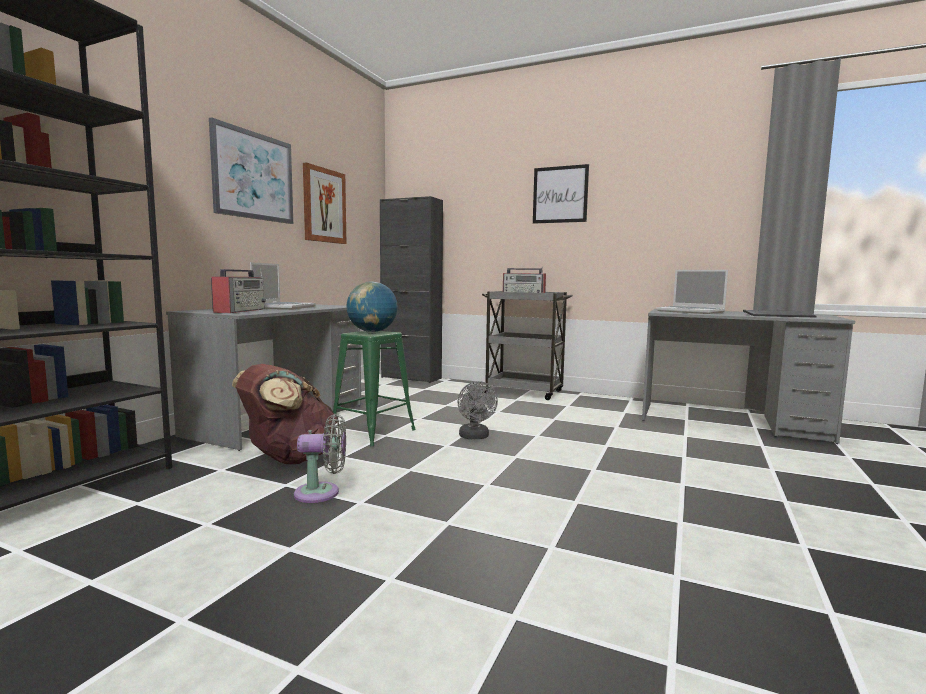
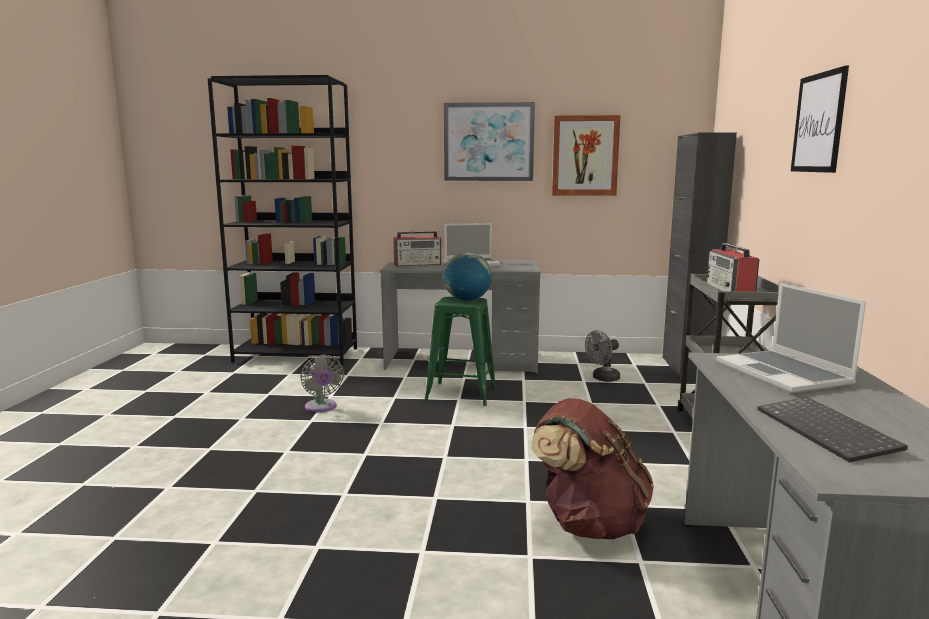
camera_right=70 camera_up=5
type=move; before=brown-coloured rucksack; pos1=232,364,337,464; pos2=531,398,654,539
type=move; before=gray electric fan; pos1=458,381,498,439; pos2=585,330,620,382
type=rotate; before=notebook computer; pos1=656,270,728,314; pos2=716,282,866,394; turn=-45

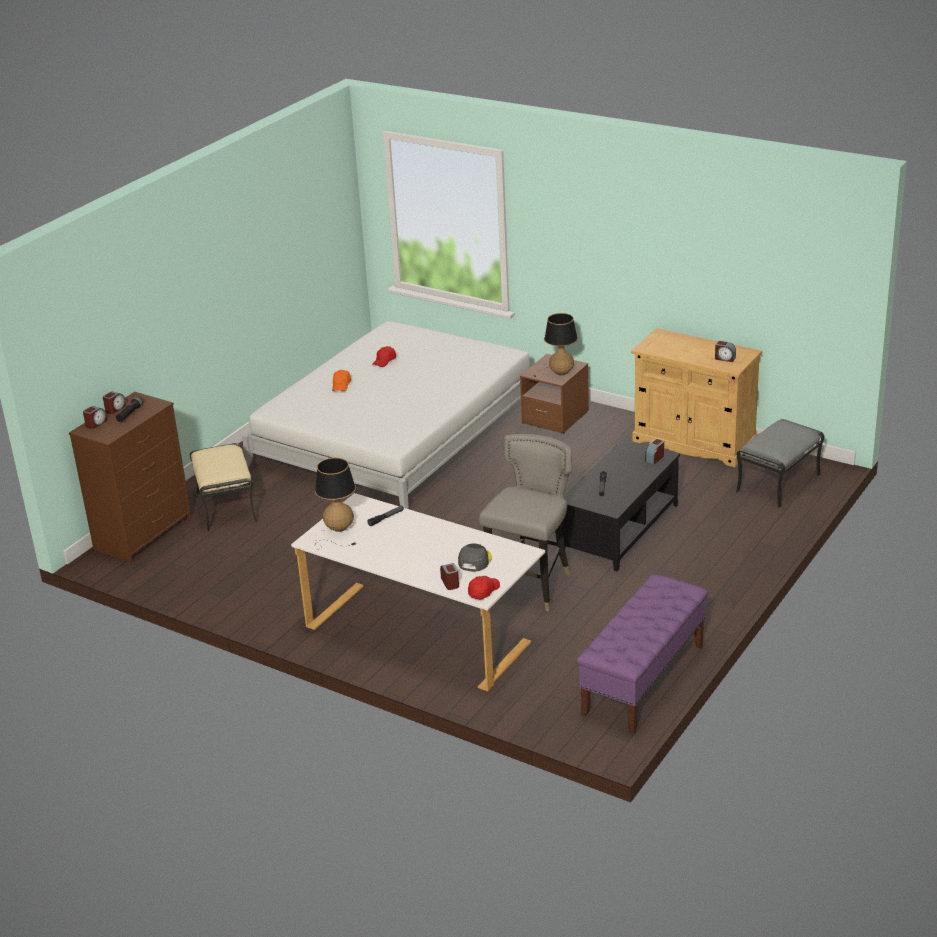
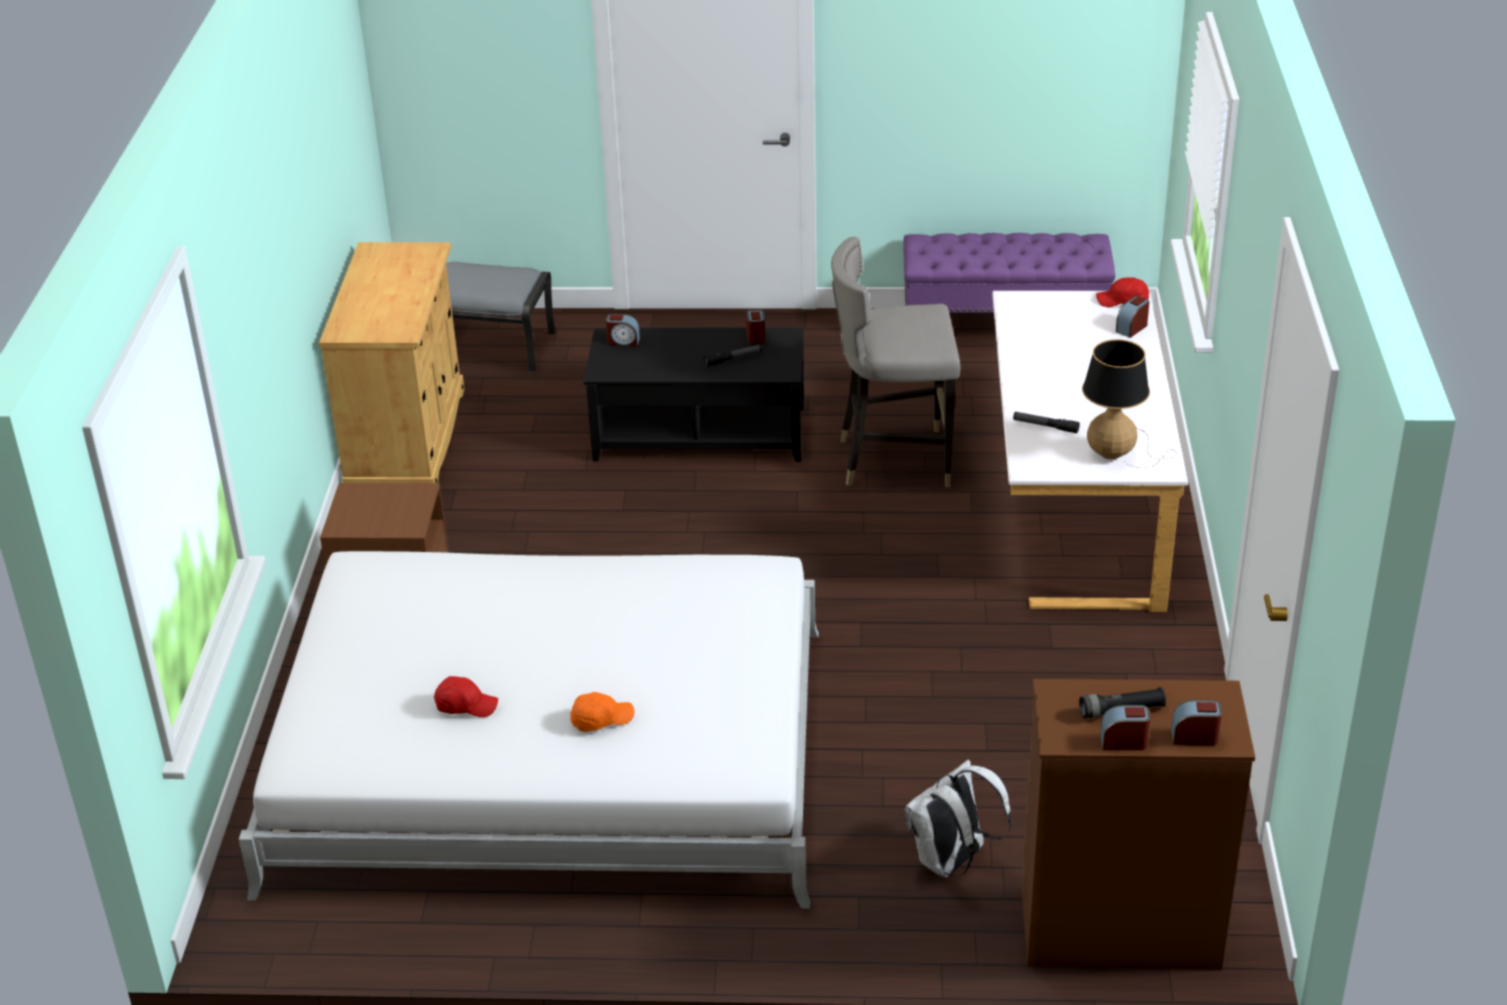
camera_right=-120 camera_up=5
type=replace; before=beige ottoman; after=whitish rucksack; pos1=190,443,257,532; pos2=905,760,1012,877
type=delete; before=gray baseball cap; pos1=458,543,492,572
type=delete; before=lamp for a table; pos1=534,313,578,377
type=move; before=table clock; pos1=715,341,736,362; pos2=746,310,766,345

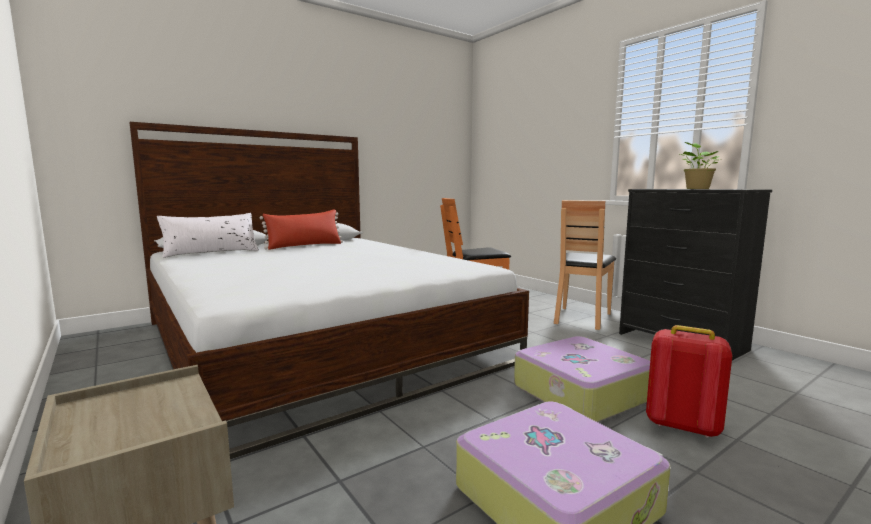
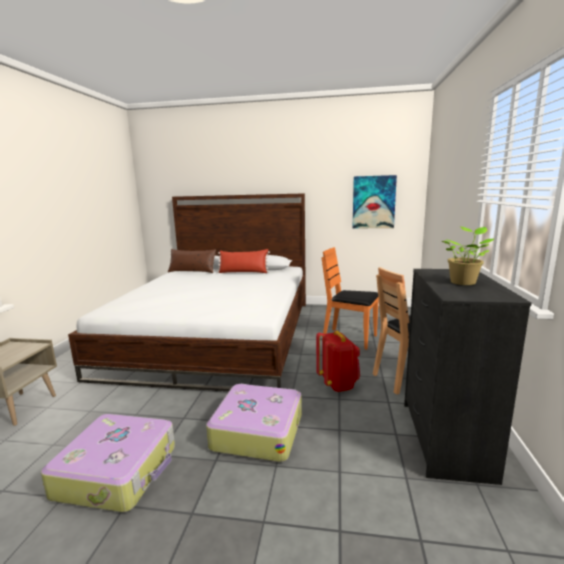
camera_right=45 camera_up=5
type=recolor; before=whitish throw pillow; after=brown-coloured throw pillow; pos1=157,213,259,258; pos2=168,249,216,273
type=move; before=reddish rucksack; pos1=646,325,732,438; pos2=316,331,360,392
type=insert; after=wall art; pos2=352,175,397,229

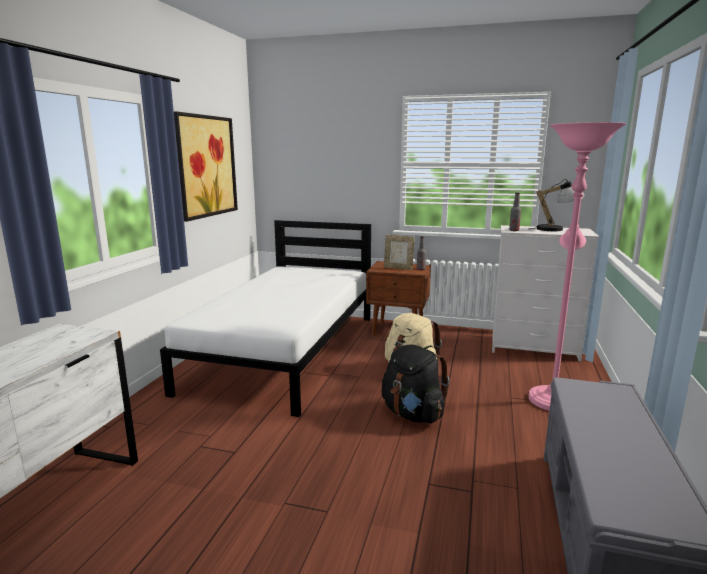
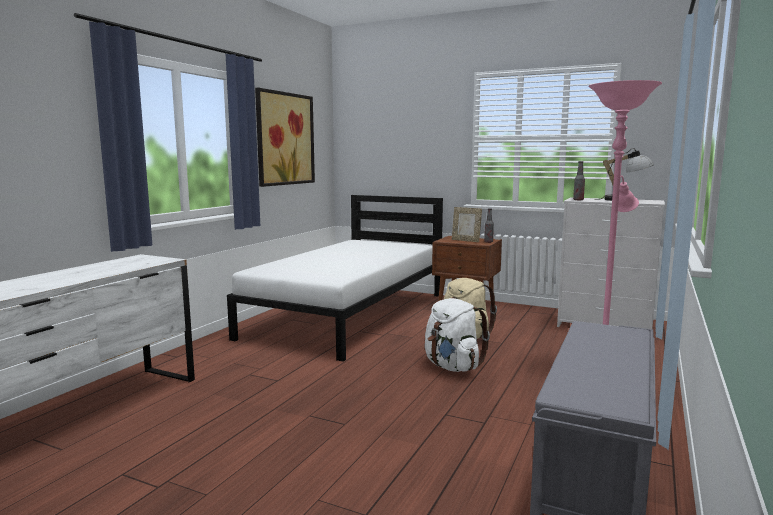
camera_right=10 camera_up=-5
type=recolor; before=black-coloured rucksack; after=whitish rucksack; pos1=381,344,450,423; pos2=425,298,490,372

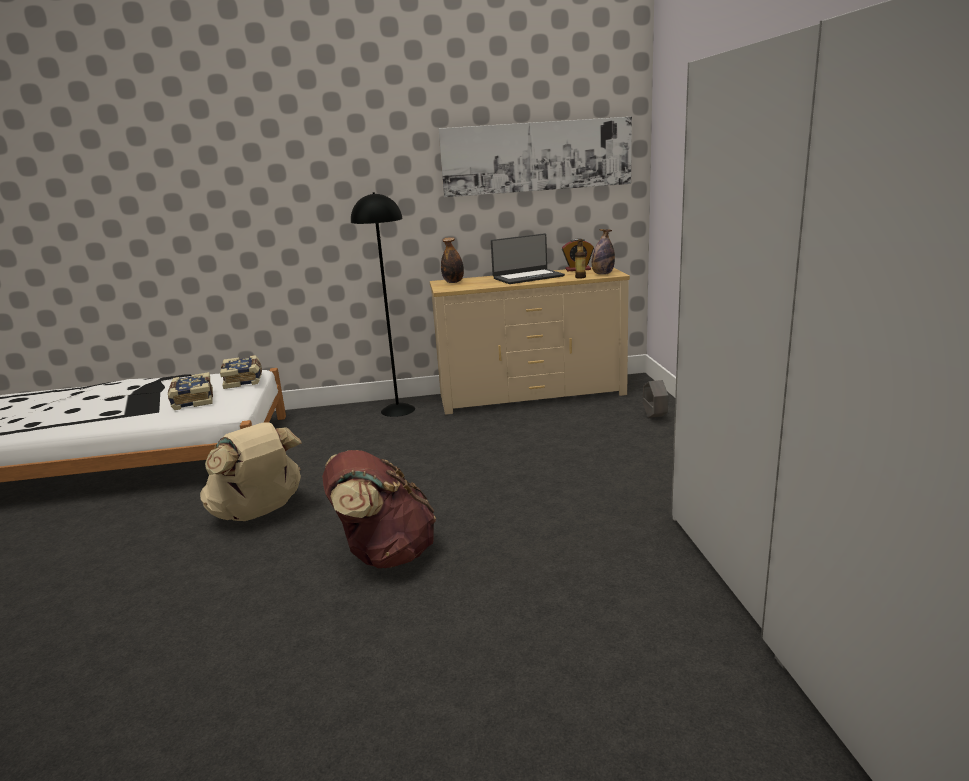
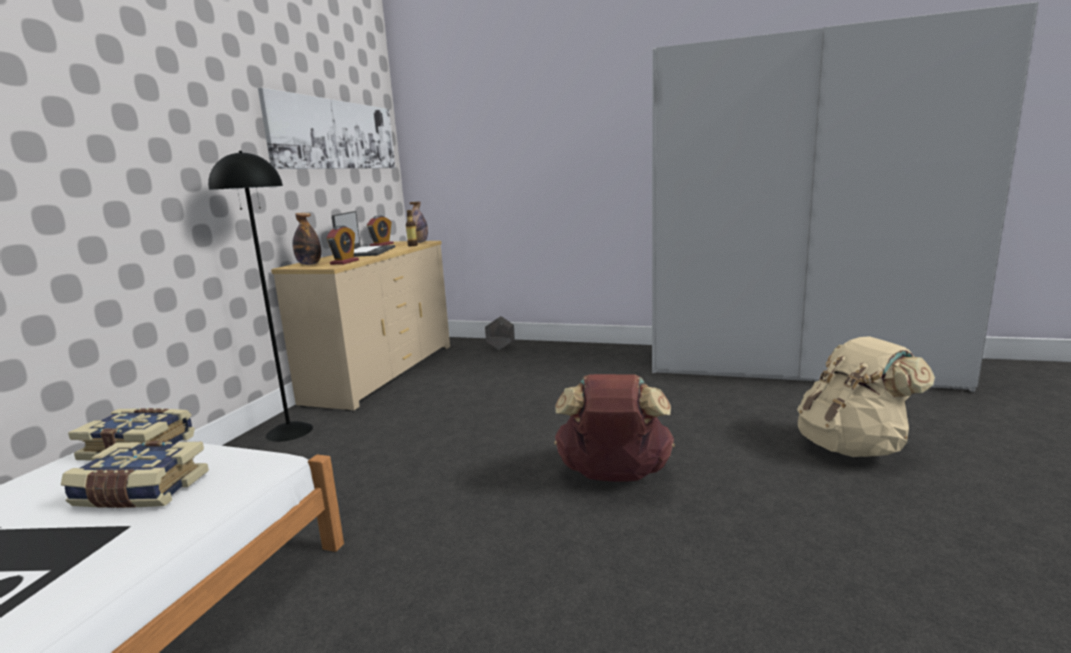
camera_right=-65 camera_up=-5
type=move; before=beige rucksack; pos1=200,422,302,521; pos2=797,336,935,457
type=insert; after=table clock; pos2=327,226,359,265

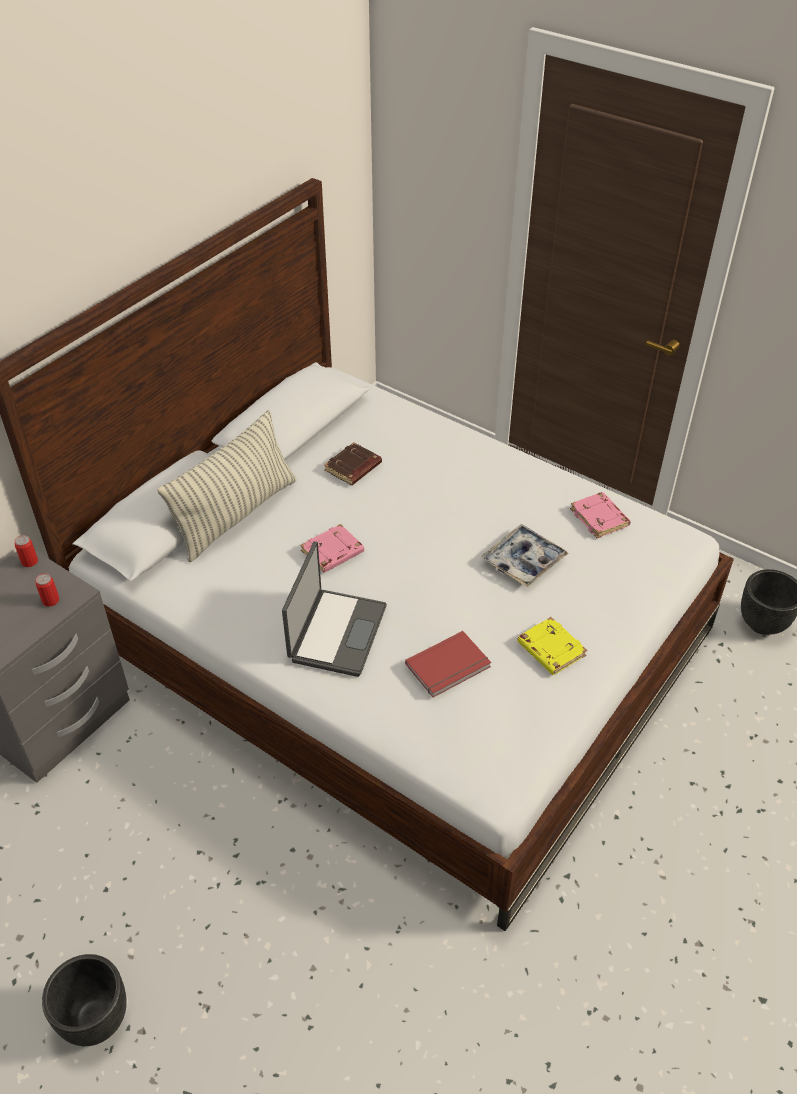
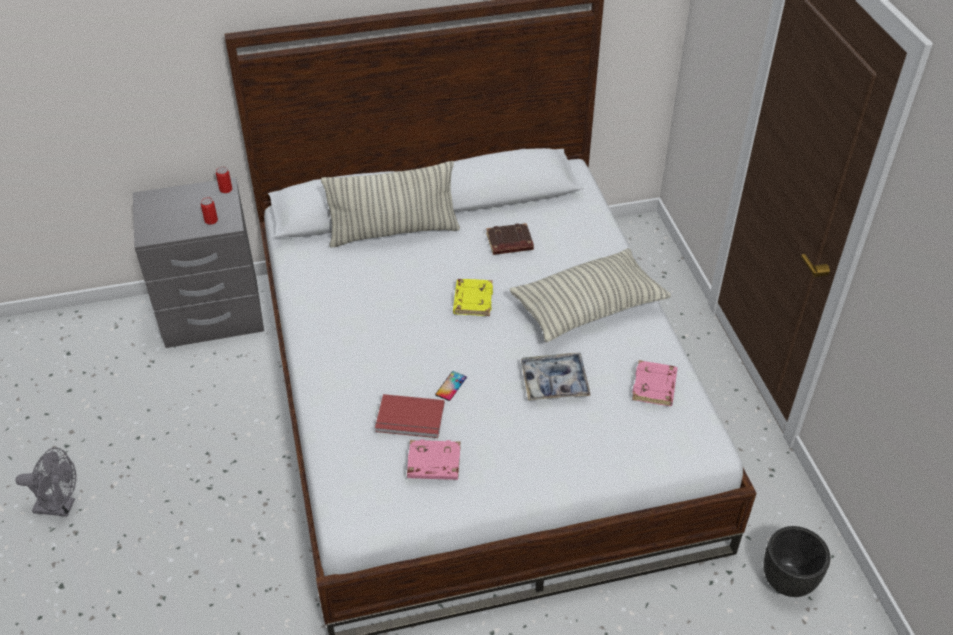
camera_right=40 camera_up=0
type=replace; before=black-coloured planter; after=gray electric fan; pos1=42,954,126,1046; pos2=15,447,76,517
type=delete; before=notebook computer; pos1=282,541,387,677
type=move; before=pinkish volume; pos1=300,524,364,573; pos2=407,439,461,480
type=move; before=yellowish volume; pos1=517,617,587,675; pos2=453,279,493,316
type=insert; after=phone; pos2=435,371,467,401
type=insert; after=throw pillow; pos2=510,248,671,342

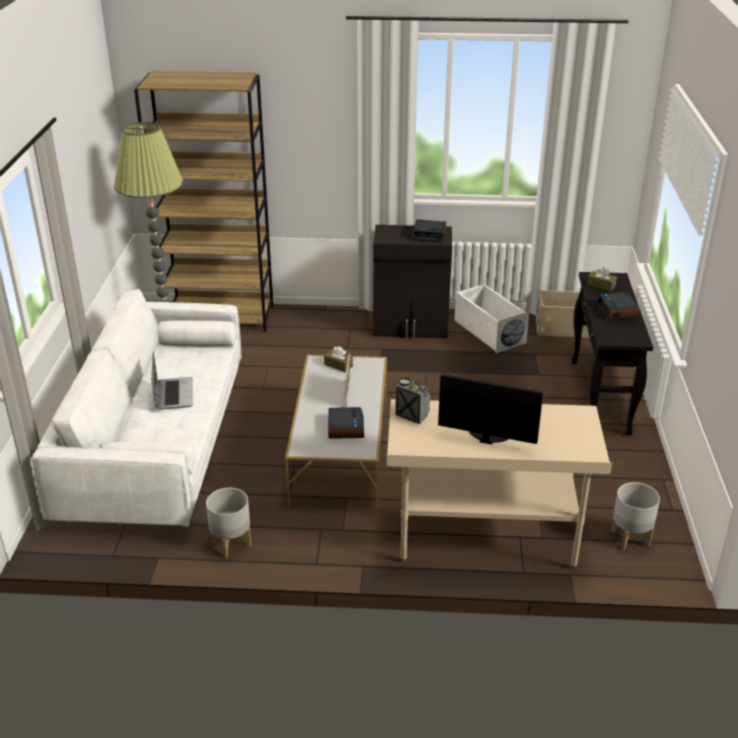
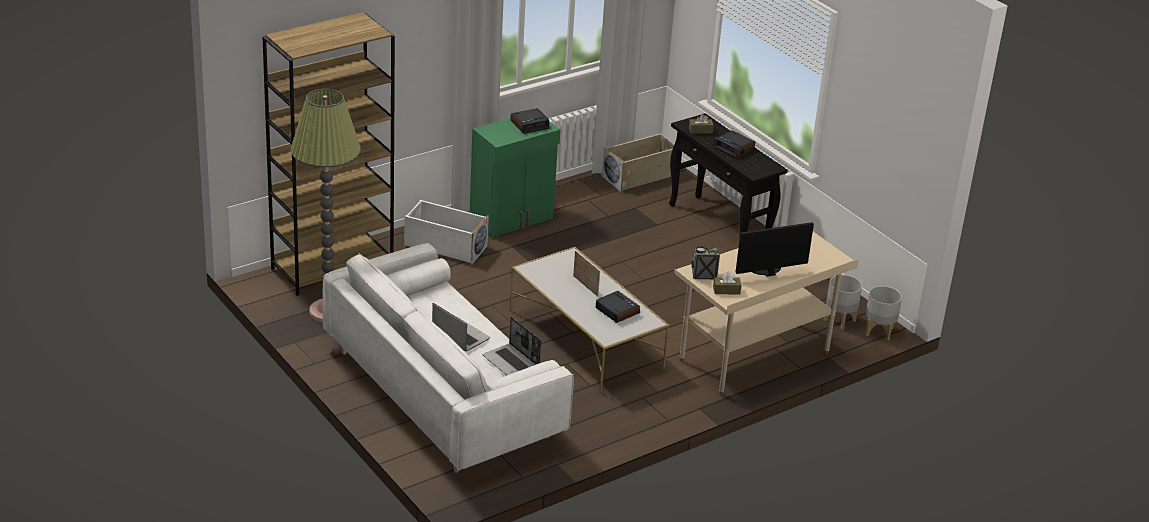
camera_right=-40 camera_up=0
type=move; before=gray planter; pos1=206,488,251,558; pos2=865,286,902,341
type=move; before=brown-coloured box of tissues; pos1=324,346,353,372; pos2=713,271,742,295
type=recolor; before=black-coloured cupboard; after=green-coloured cupboard; pos1=373,225,452,339; pos2=470,118,560,238
type=move; before=whitish storage bin; pos1=454,285,530,353; pos2=404,200,489,264
type=insert; after=notebook computer; pos2=483,317,541,375

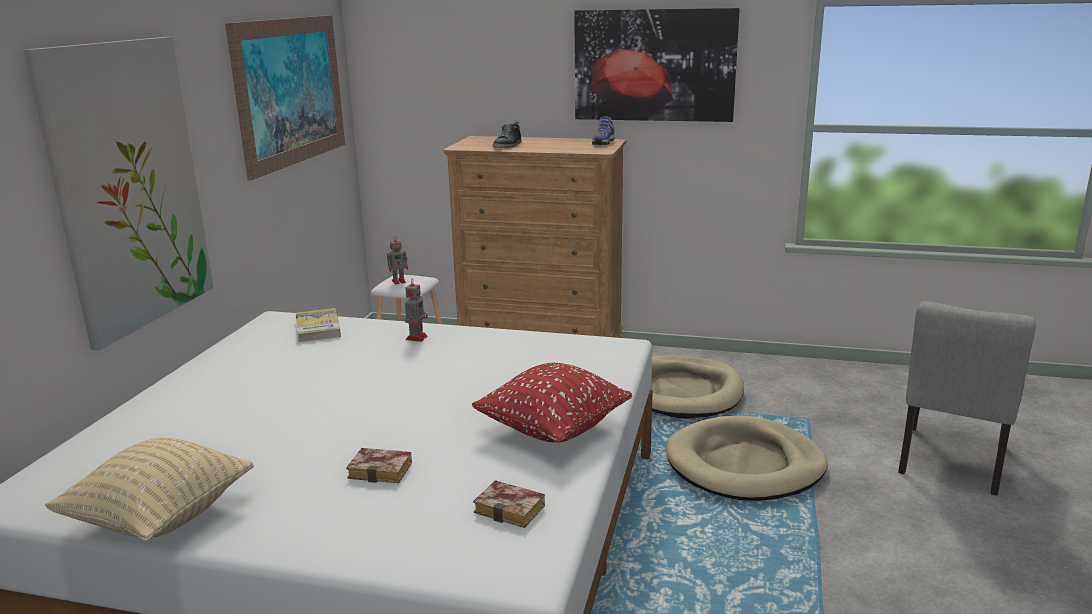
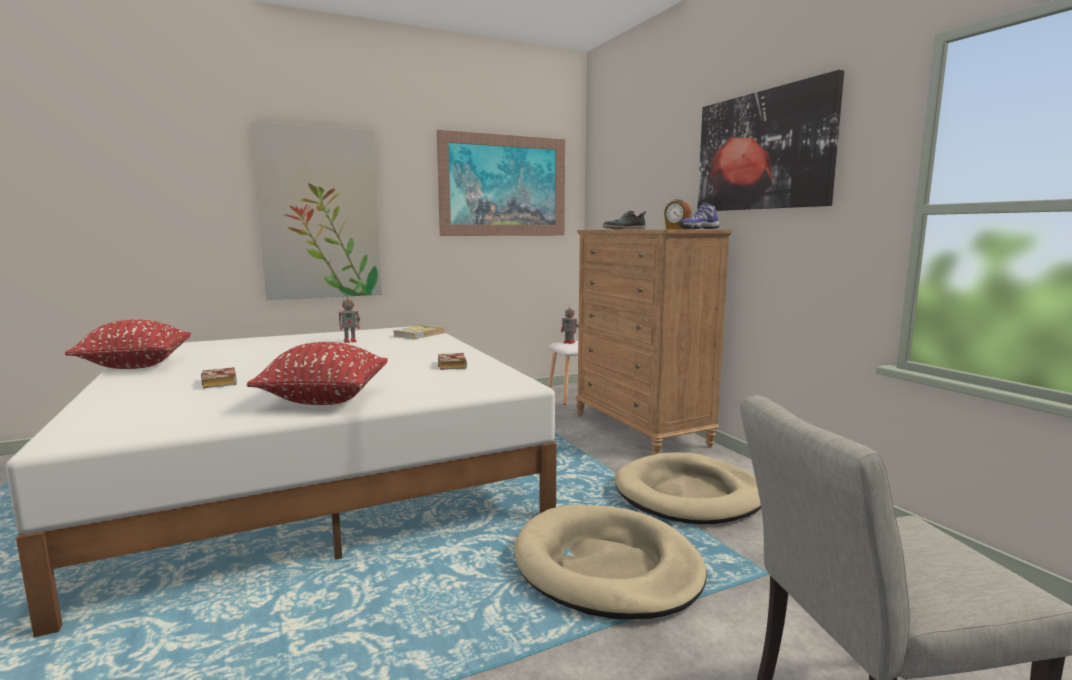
camera_right=50 camera_up=-10
type=recolor; before=beige throw pillow; after=reddish throw pillow; pos1=45,438,254,541; pos2=65,319,191,369
type=move; before=robot figure; pos1=405,278,428,342; pos2=339,295,360,343
type=move; before=volume; pos1=473,480,545,528; pos2=438,353,467,370
type=insert; after=table clock; pos2=664,199,692,229

